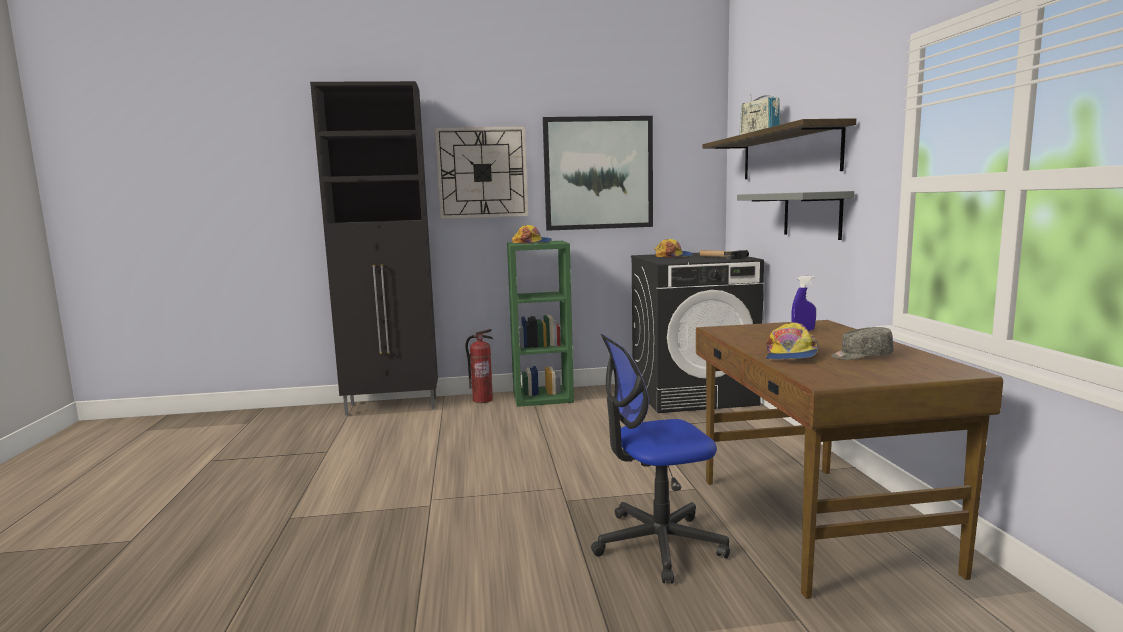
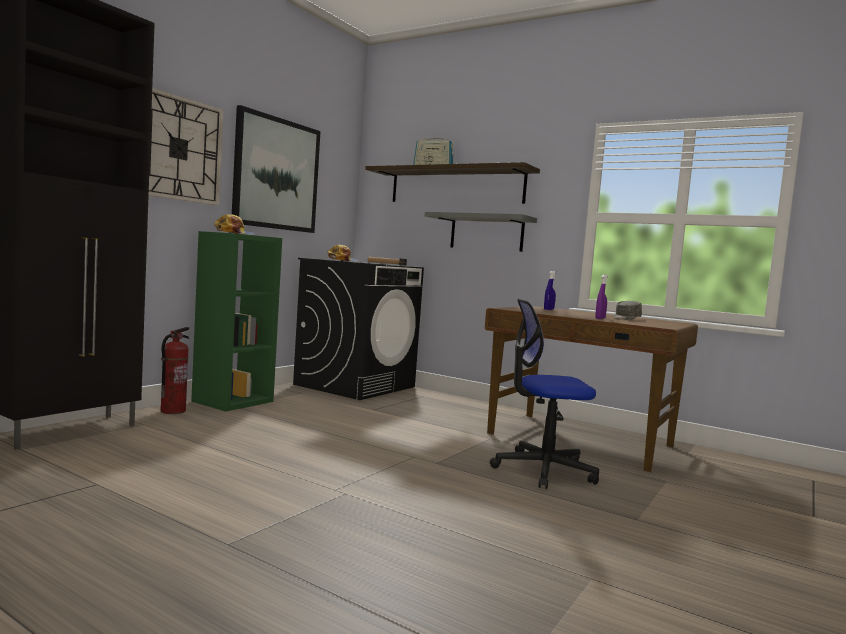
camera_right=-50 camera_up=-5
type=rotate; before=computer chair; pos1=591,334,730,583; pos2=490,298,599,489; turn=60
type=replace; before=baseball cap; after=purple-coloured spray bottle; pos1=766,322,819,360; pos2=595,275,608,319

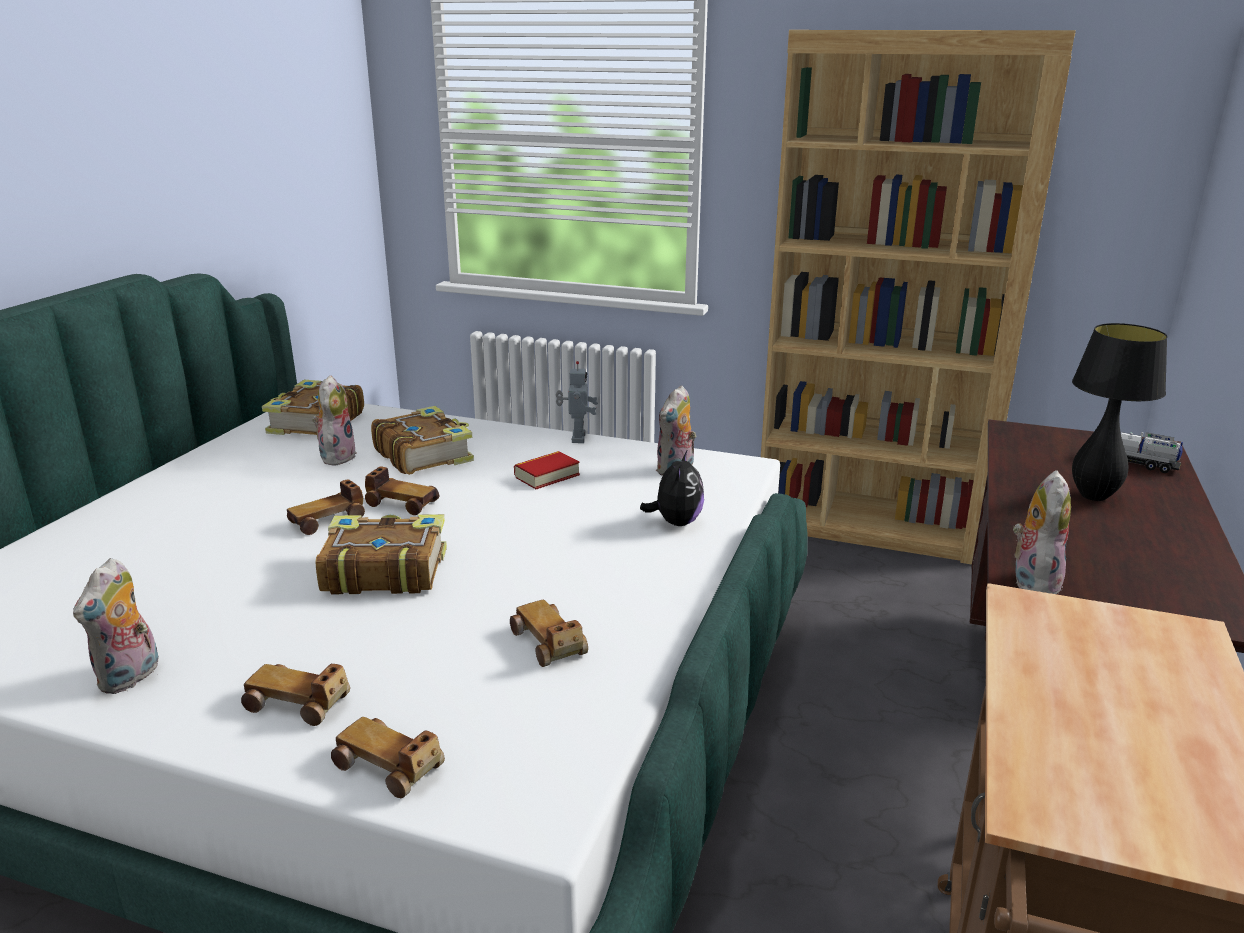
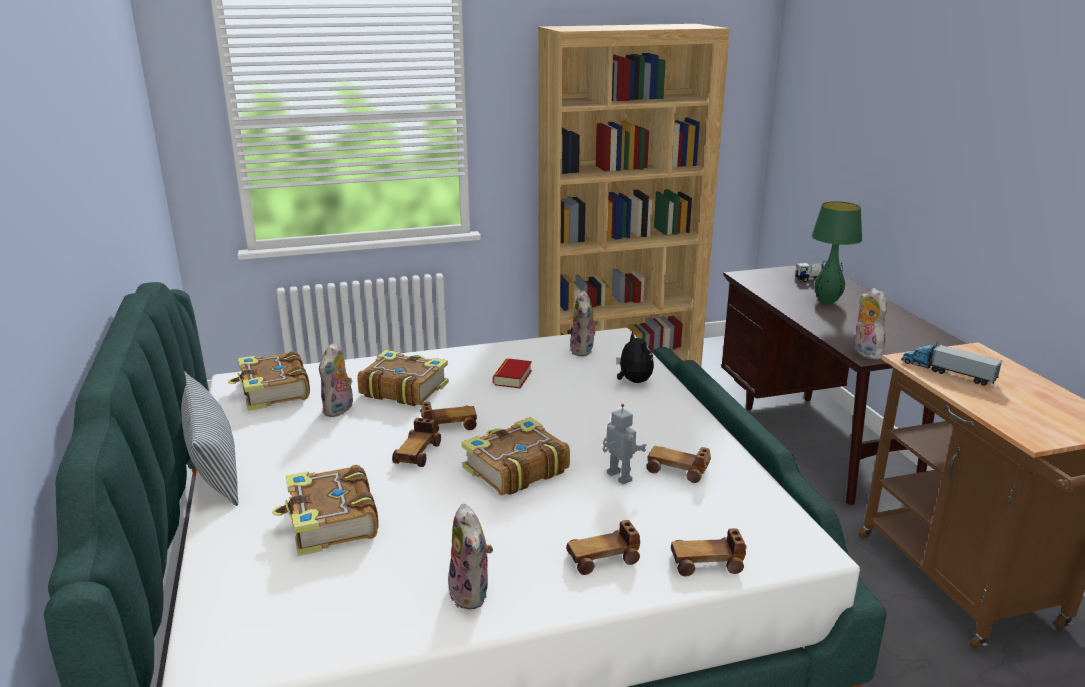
camera_right=-35 camera_up=0
type=rotate; before=cuddly toy; pos1=312,375,357,466; pos2=319,341,354,417; turn=-135
type=move; before=robot figure; pos1=556,361,598,443; pos2=603,404,646,484
type=recolor; before=black-coloured lamp for a table; after=green-coloured lamp for a table; pos1=1072,323,1168,501; pos2=812,201,862,304
type=insert; after=throw pillow; pos2=181,371,238,506
type=insert; after=volume; pos2=272,465,379,556
type=insert; after=model truck; pos2=901,342,1003,386

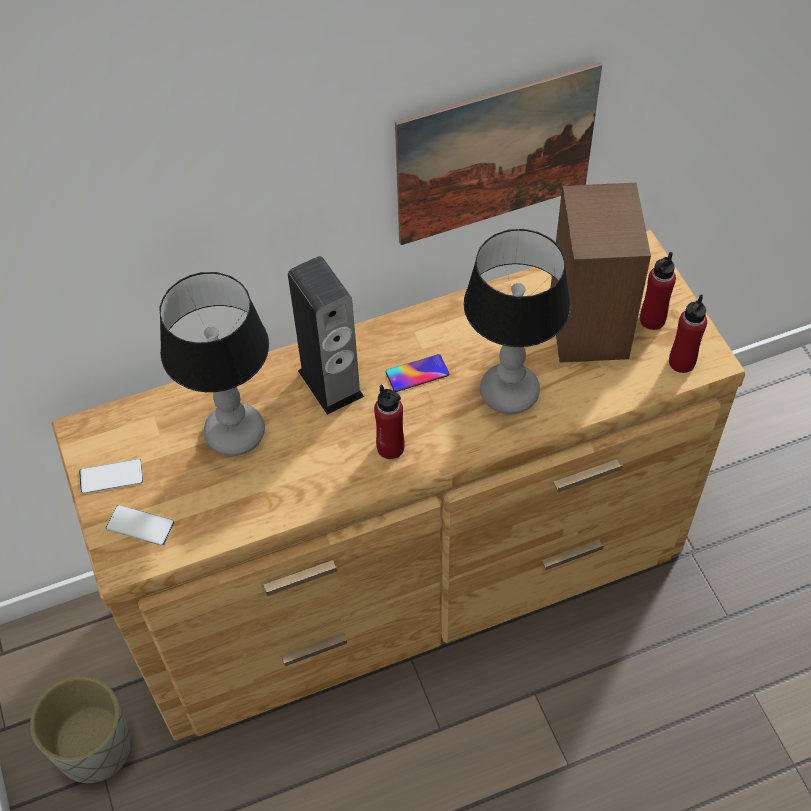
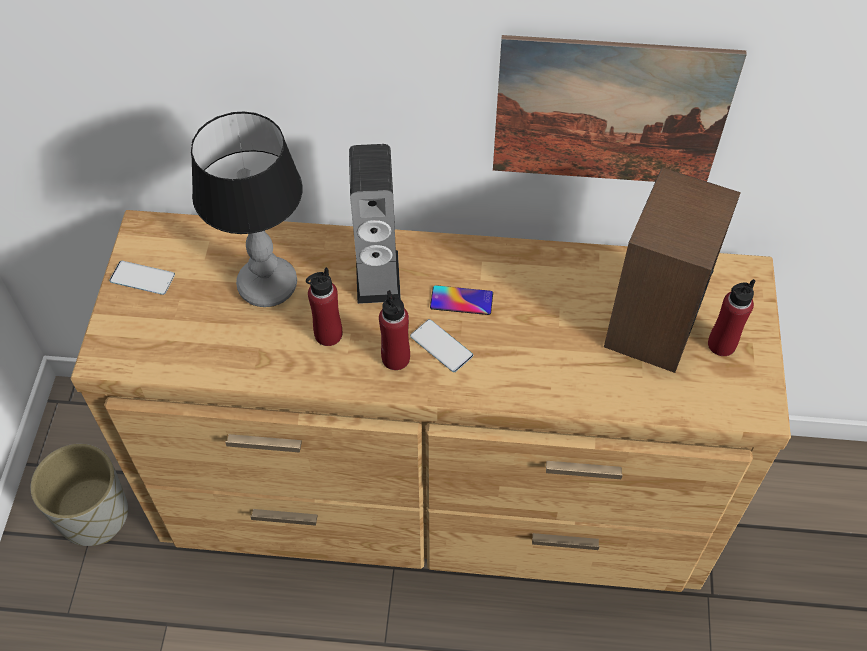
camera_right=25 camera_up=0
type=move; before=phone; pos1=106,505,175,546; pos2=410,319,473,372
type=delete; before=lamp for a table; pos1=464,229,571,414
type=move; before=reddish beverage bottle; pos1=669,294,707,373; pos2=306,267,342,346

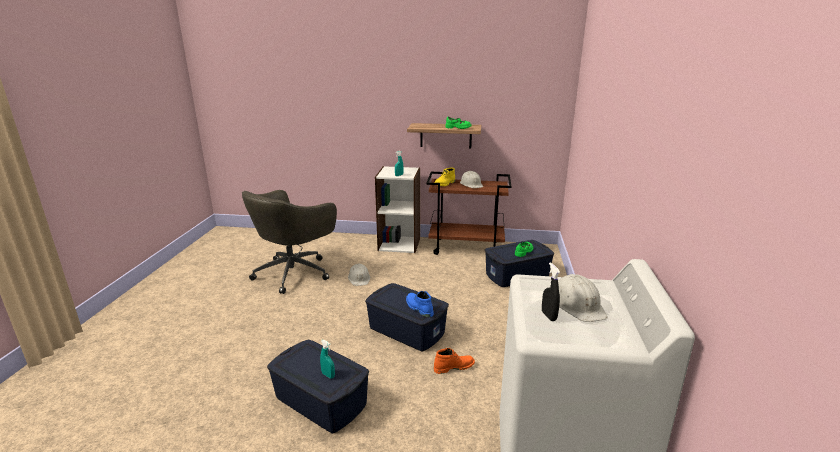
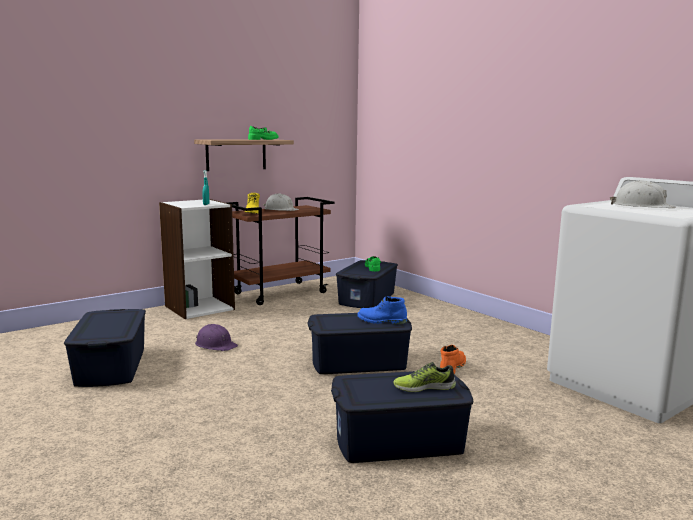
camera_right=-45 camera_up=-10
type=replace; before=gray computer chair; after=bluish storage bin; pos1=242,190,337,294; pos2=64,309,146,387
type=replace; before=blue-green spray bottle; after=shoe; pos1=320,340,335,379; pos2=393,362,456,392
type=recolor; before=whitish safety helmet; after=purple-coloured safety helmet; pos1=348,264,370,286; pos2=195,324,238,351
type=delete; before=black-coloured spray bottle; pos1=542,262,560,321

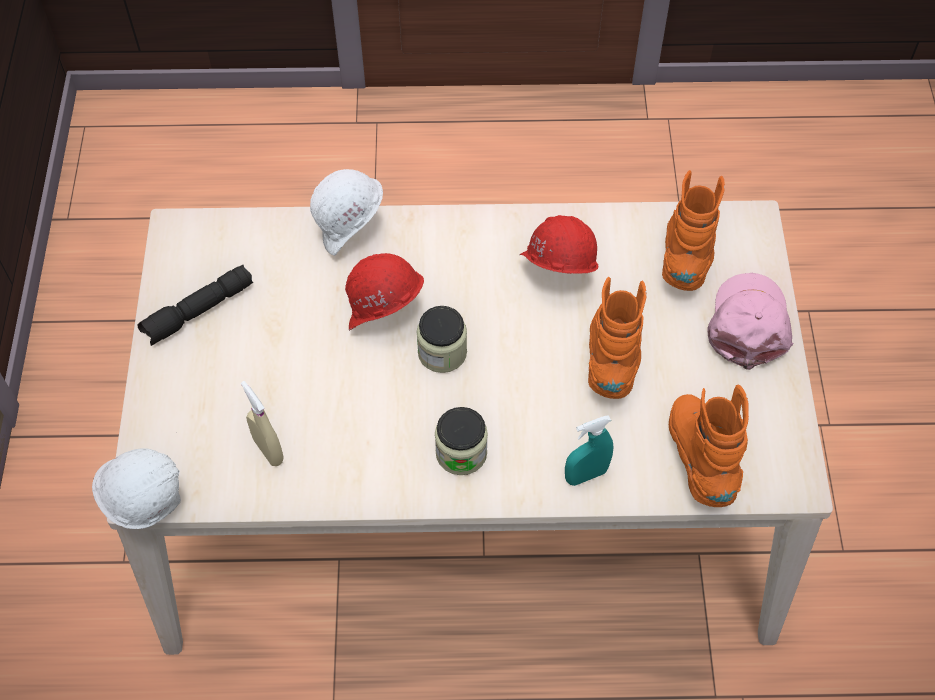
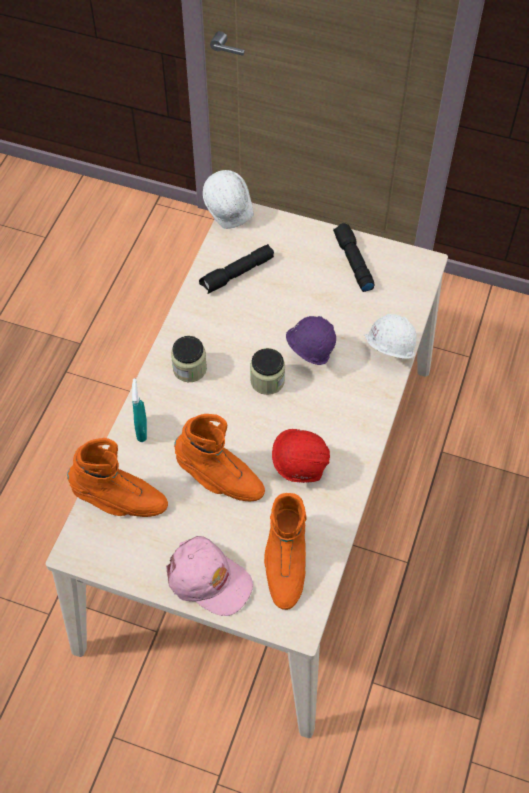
camera_right=110 camera_up=0
type=replace; before=beige spray bottle; after=black-coloured hand torch; pos1=241,381,284,466; pos2=199,244,274,294
type=recolor; before=reddish safety helmet; after=purple-coloured safety helmet; pos1=313,253,424,347; pos2=286,316,336,365
type=rotate; before=orange-coloured high-top boot; pos1=662,170,725,291; pos2=264,493,307,610; turn=60

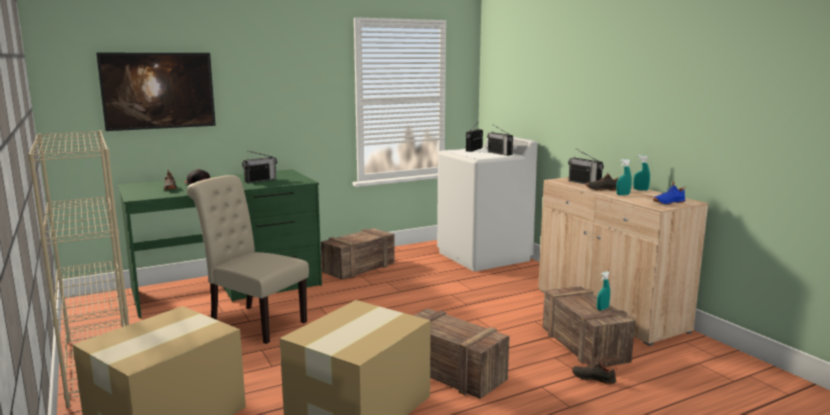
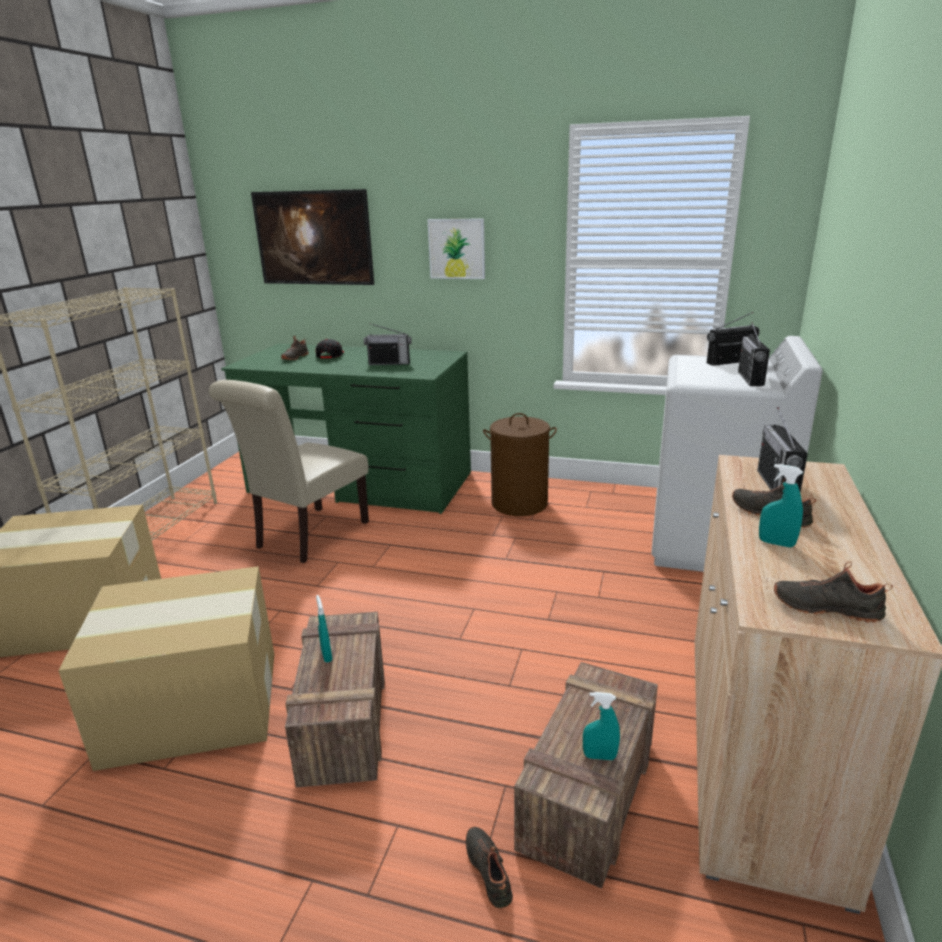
camera_right=45 camera_up=10
type=rotate; before=beige chair; pos1=187,175,309,344; pos2=209,380,369,563; turn=-135
type=replace; before=shipping crate; after=brown-coloured washing basket; pos1=321,228,395,280; pos2=483,413,557,516
type=move; before=blue-green spray bottle; pos1=633,155,650,191; pos2=316,595,333,663
type=recolor; before=bluish shoe; after=black-coloured shoe; pos1=653,182,686,205; pos2=774,561,893,623
type=insert; after=wall art; pos2=427,218,485,279

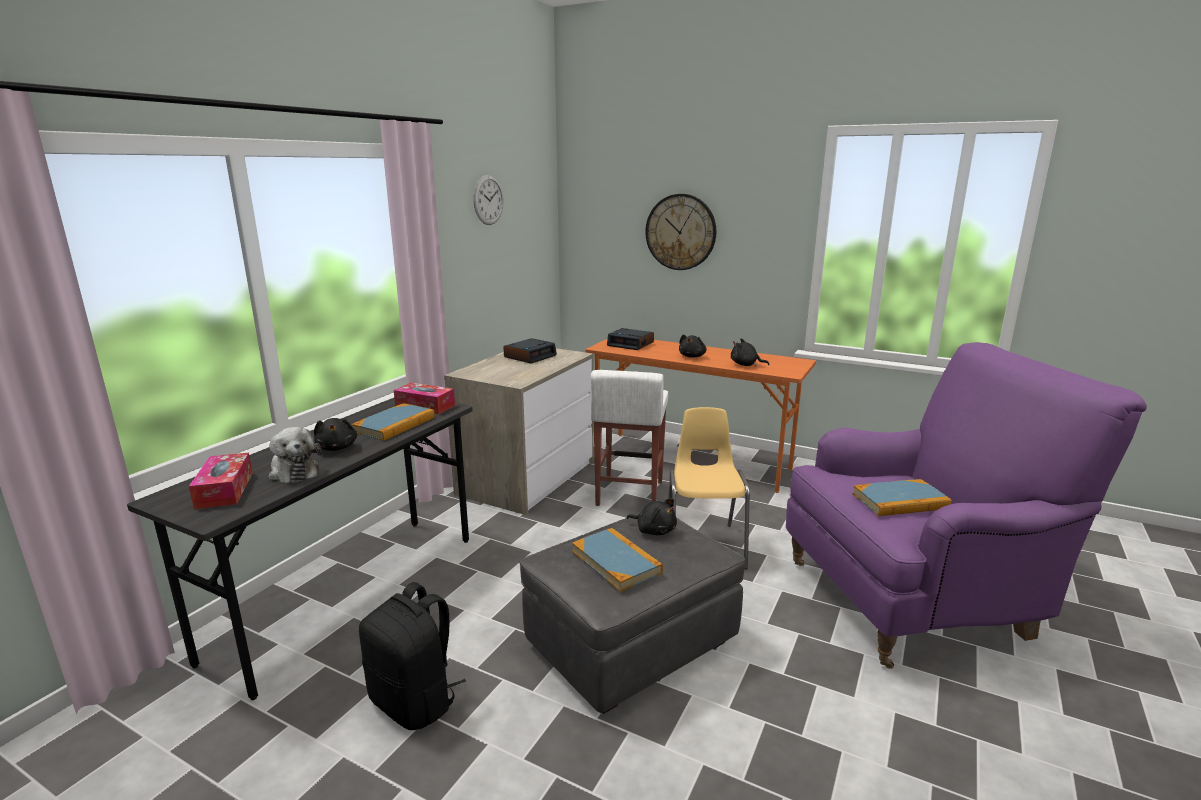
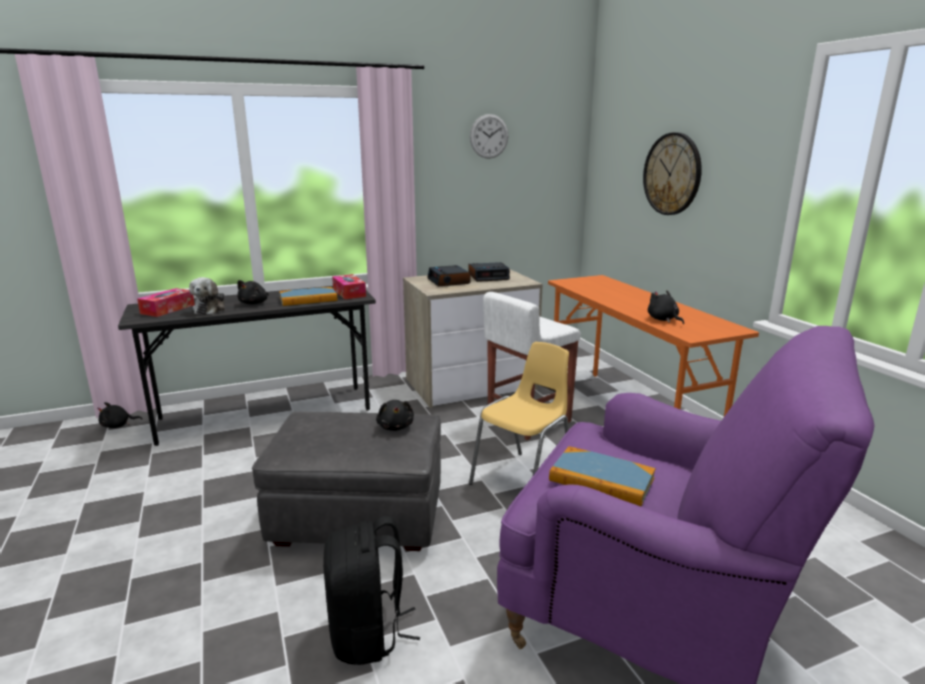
camera_right=40 camera_up=0
type=move; before=black-coloured rucksack; pos1=359,582,466,730; pos2=323,516,420,665
type=delete; before=volume; pos1=572,528,663,592
type=move; before=table clock; pos1=607,328,654,350; pos2=427,265,471,286
type=move; before=black-coloured cuddly toy; pos1=679,334,707,358; pos2=97,402,142,428

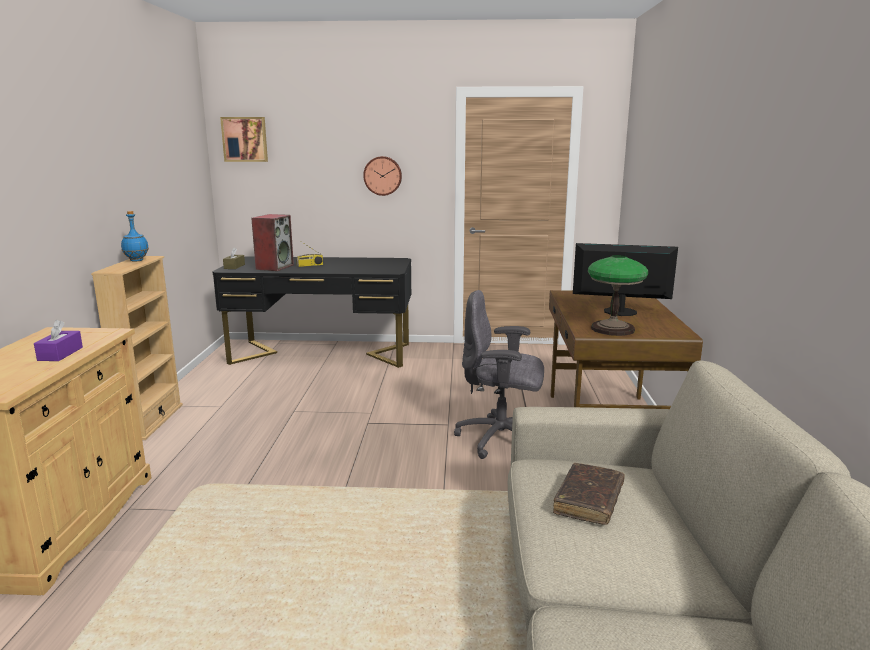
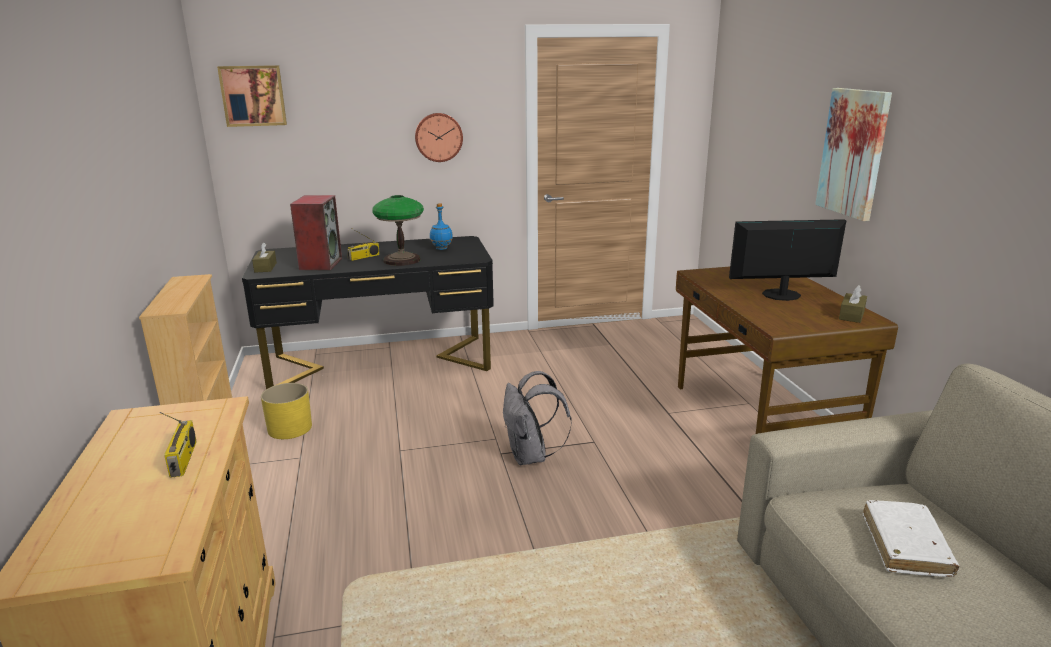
camera_right=-15 camera_up=5
type=replace; before=purple-coloured box of tissues; after=radio receiver; pos1=34,320,83,361; pos2=160,412,197,478
type=move; before=bluish beverage bottle; pos1=121,211,149,262; pos2=430,203,453,250
type=delete; before=gray computer chair; pos1=454,290,544,459
type=recolor; before=brown-coloured volume; after=whitish volume; pos1=553,463,625,524; pos2=863,500,959,577
type=move; before=lamp for a table; pos1=588,255,648,336; pos2=372,195,424,266
type=insert; after=yellowish planter; pos2=261,383,312,439
type=insert; after=gray rucksack; pos2=503,371,572,465
type=insert; after=wall art; pos2=815,88,892,221
type=insert; after=brown-coloured box of tissues; pos2=839,285,867,323

